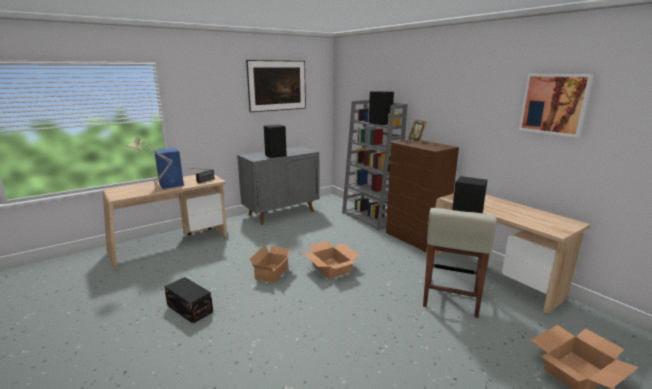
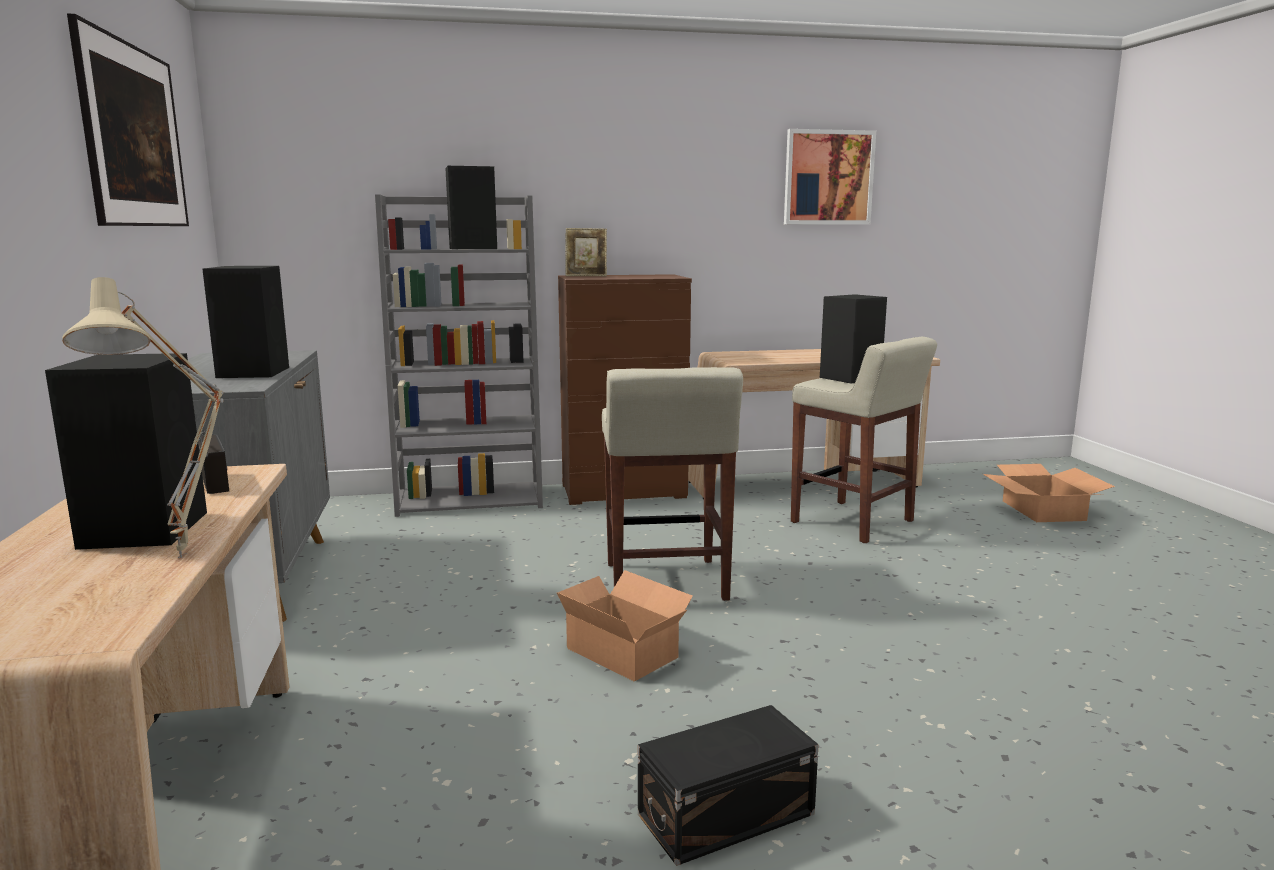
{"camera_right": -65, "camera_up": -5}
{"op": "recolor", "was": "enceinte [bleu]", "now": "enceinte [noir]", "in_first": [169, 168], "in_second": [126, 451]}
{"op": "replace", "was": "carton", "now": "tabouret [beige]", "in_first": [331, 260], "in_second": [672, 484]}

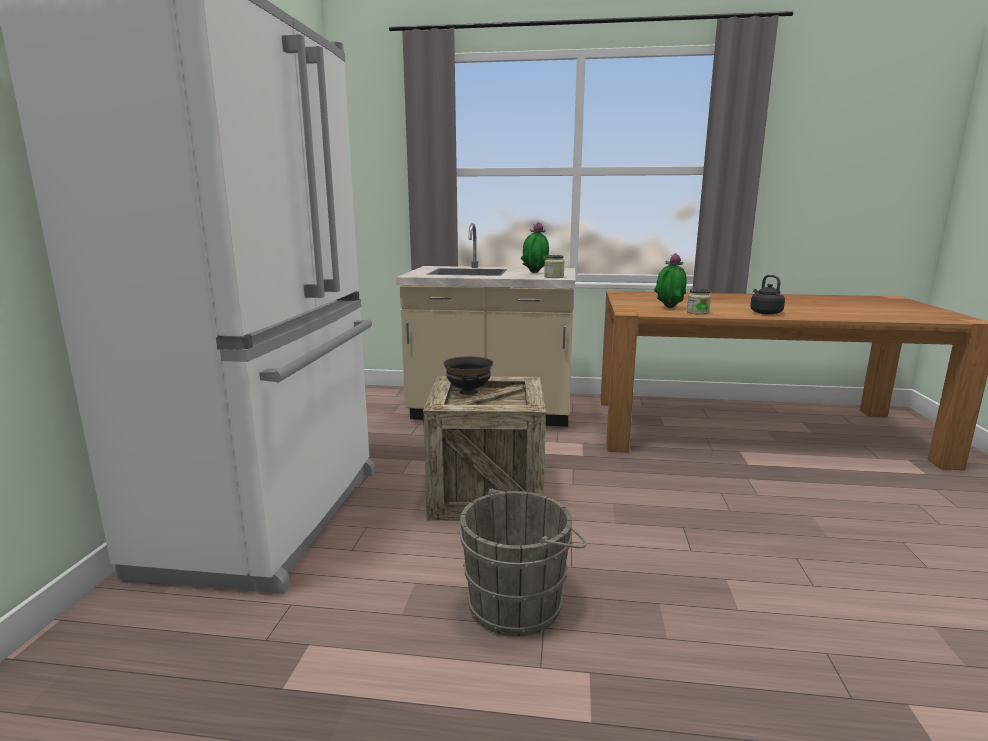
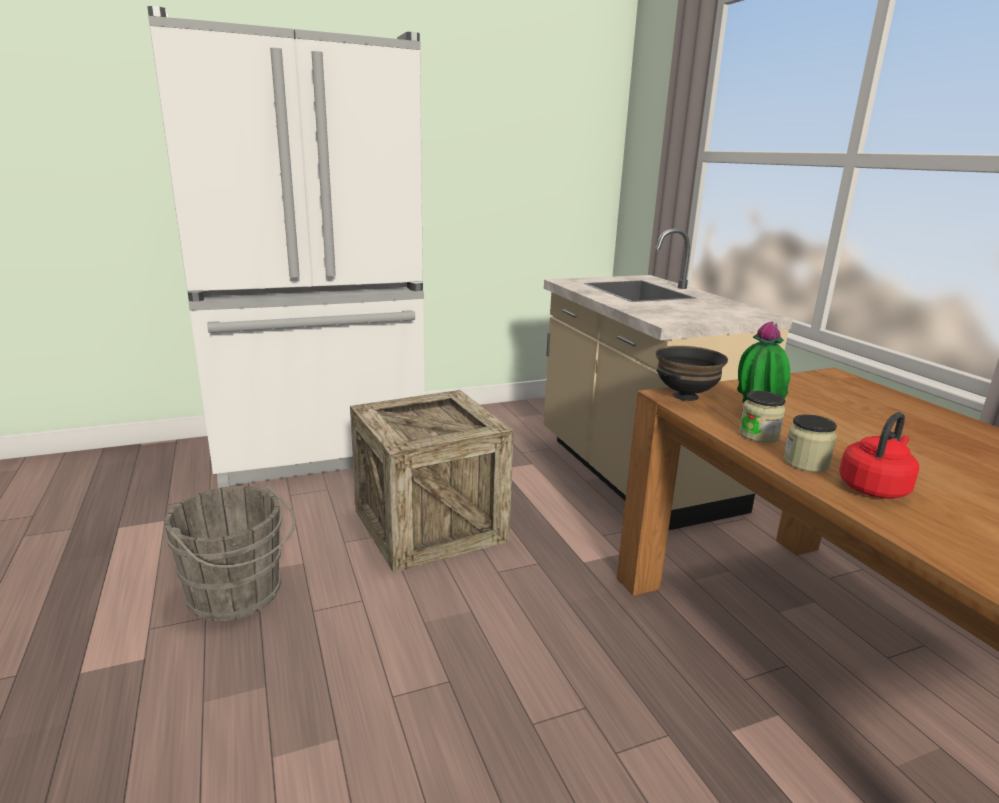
{"camera_right": 60, "camera_up": 5}
{"op": "delete", "was": "plante en pot", "in_first": [534, 247]}
{"op": "move", "was": "bocal", "in_first": [554, 266], "in_second": [810, 443]}
{"op": "recolor", "was": "bouilloire [noir]", "now": "bouilloire [rouge]", "in_first": [767, 295], "in_second": [879, 455]}
{"op": "move", "was": "bol [noir]", "in_first": [468, 375], "in_second": [692, 373]}

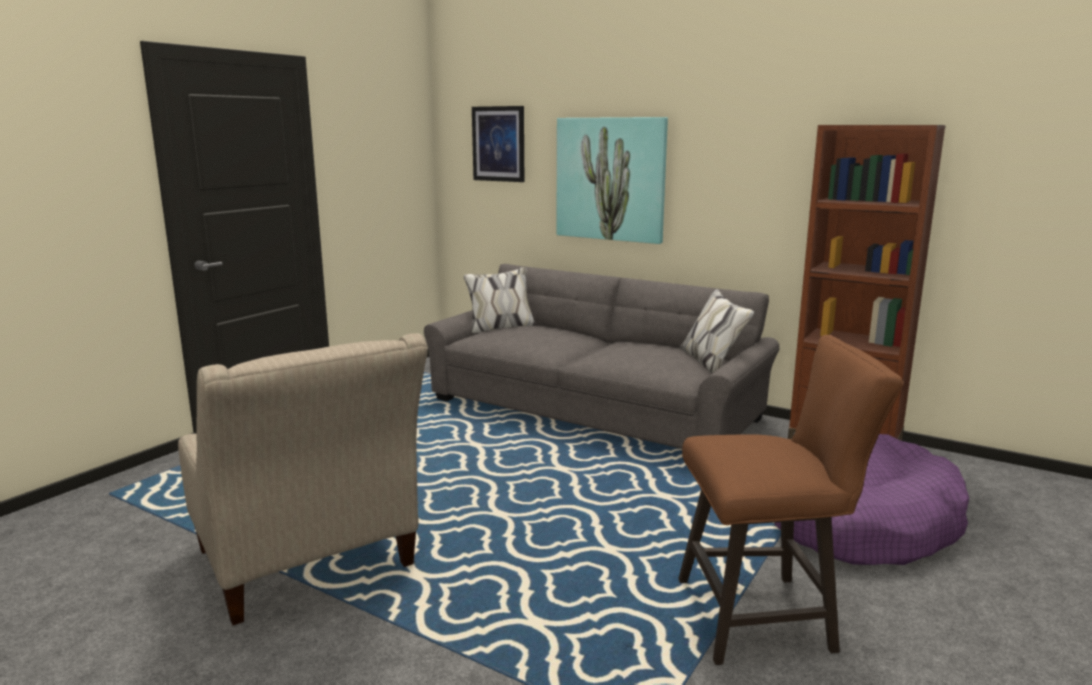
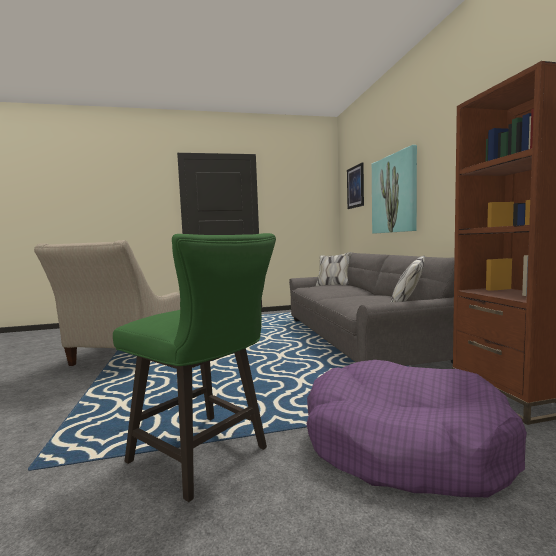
{"camera_right": 45, "camera_up": -10}
{"op": "recolor", "was": "tabouret [marron]", "now": "tabouret [vert]", "in_first": [791, 500], "in_second": [194, 367]}

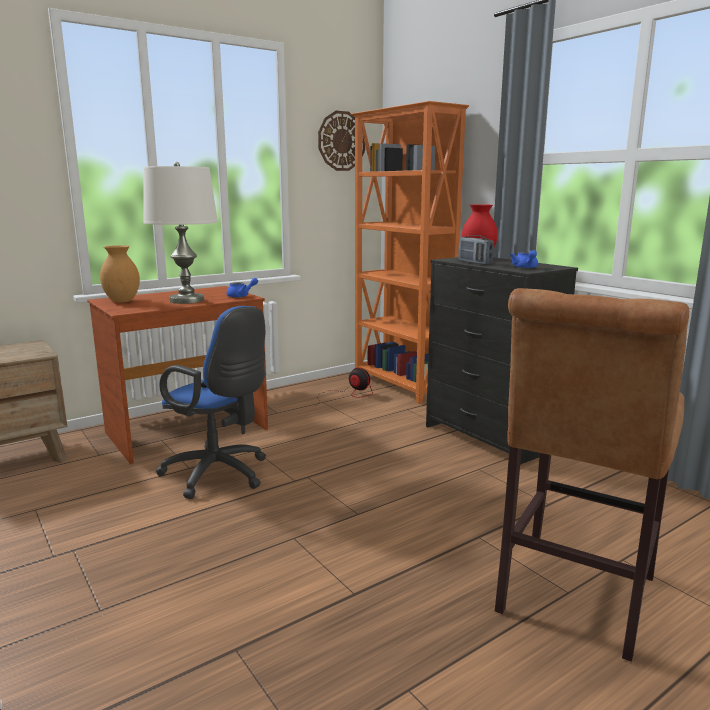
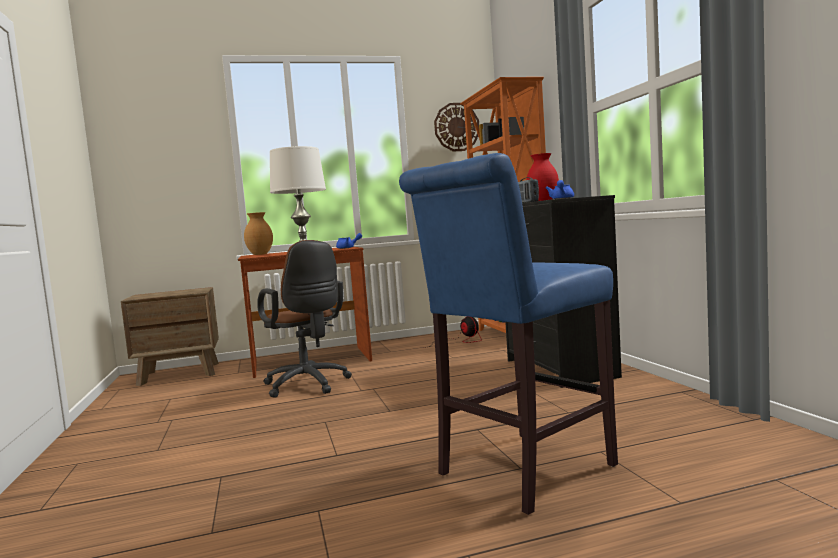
{"camera_right": 20, "camera_up": -10}
{"op": "recolor", "was": "tabouret [marron]", "now": "tabouret [bleu]", "in_first": [592, 475], "in_second": [508, 334]}
{"op": "recolor", "was": "chaise de bureau [bleu]", "now": "chaise de bureau [marron]", "in_first": [211, 402], "in_second": [304, 319]}

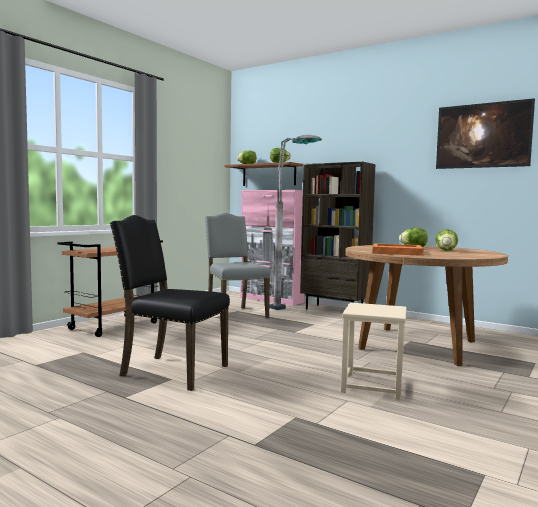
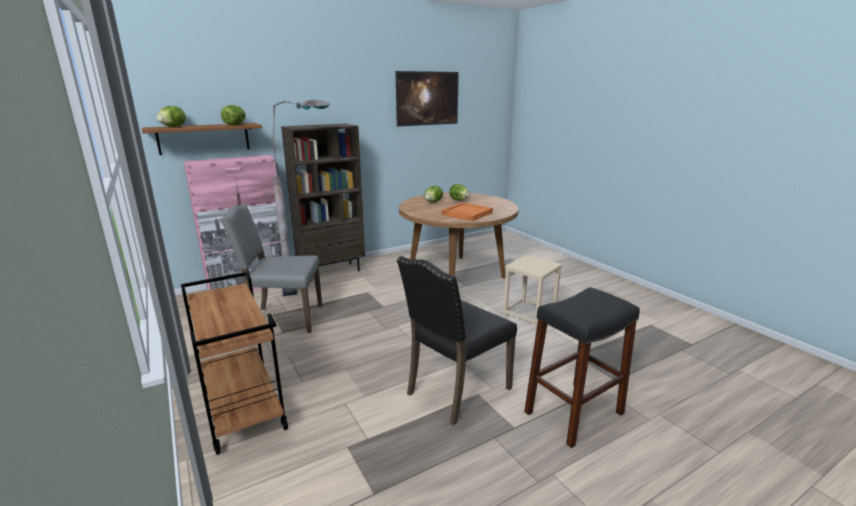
{"camera_right": -65, "camera_up": 15}
{"op": "insert", "now": "tabouret [noir]", "in_second": [582, 367]}

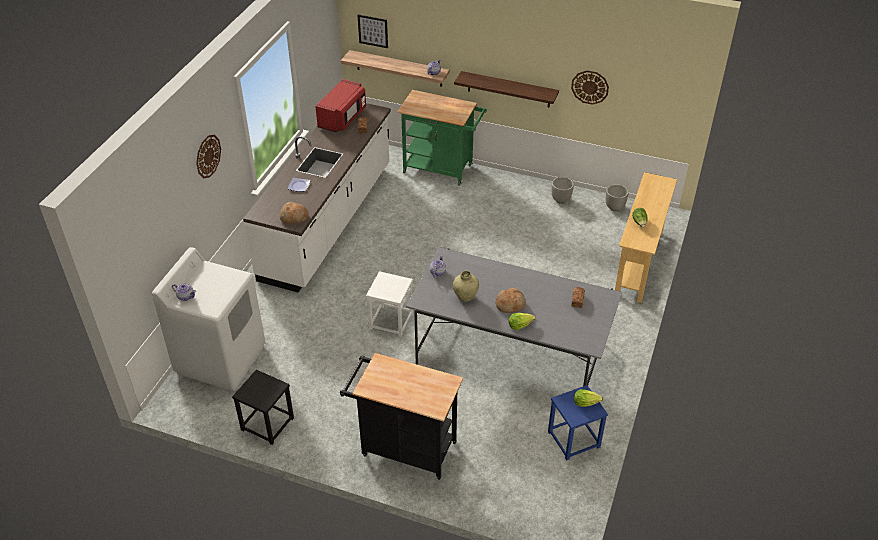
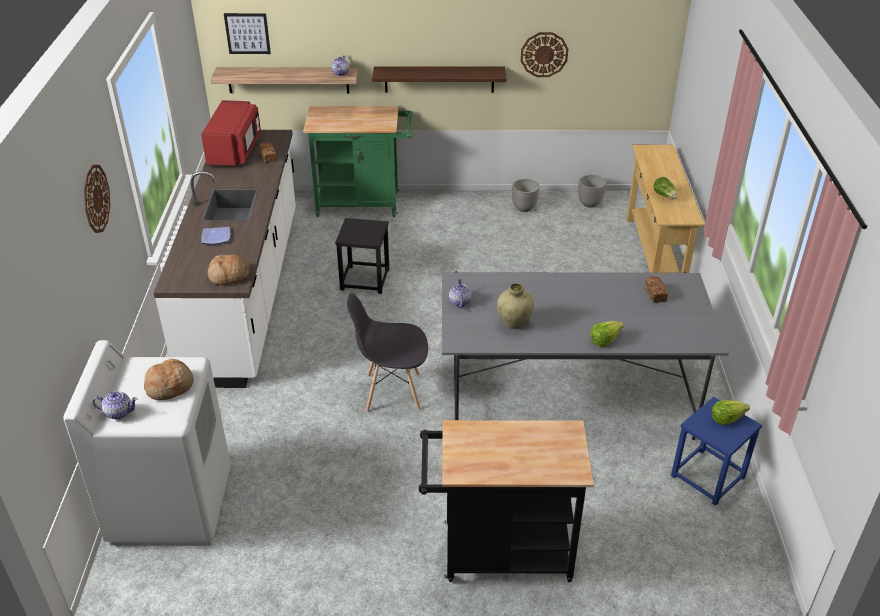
{"camera_right": -20, "camera_up": -5}
{"op": "replace", "was": "tabouret [blanc]", "now": "chaise [gris]", "in_first": [389, 304], "in_second": [387, 352]}
{"op": "move", "was": "pain", "in_first": [510, 300], "in_second": [169, 379]}
{"op": "move", "was": "tabouret [noir]", "in_first": [263, 407], "in_second": [362, 256]}

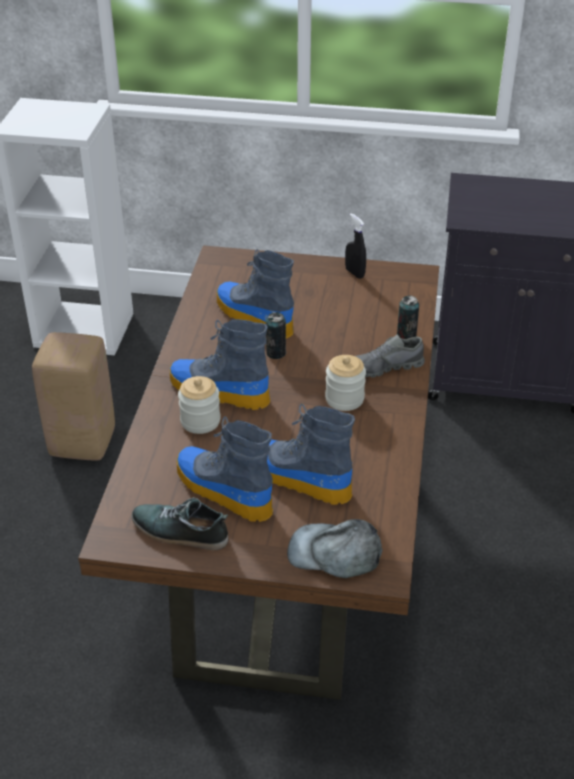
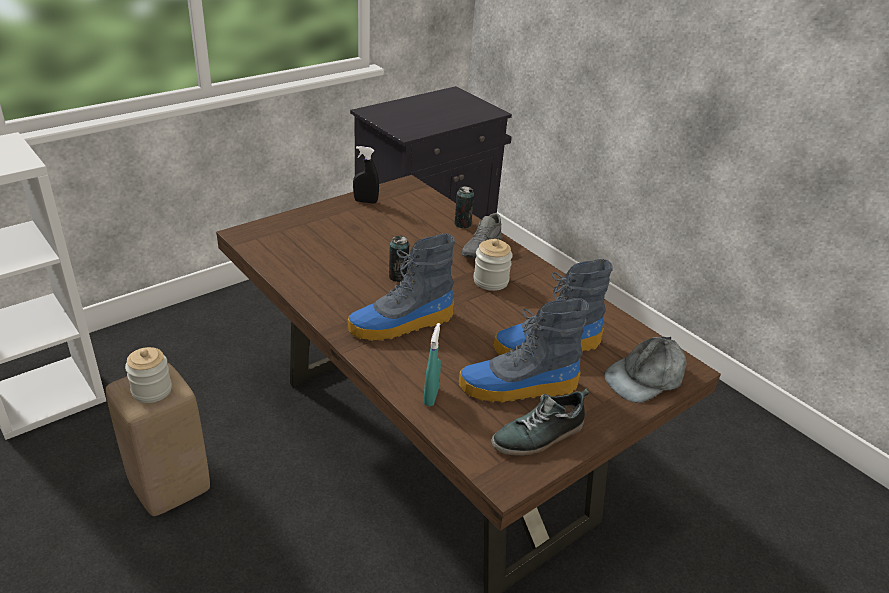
{"camera_right": -50, "camera_up": -5}
{"op": "delete", "was": "botte", "in_first": [255, 294]}
{"op": "move", "was": "bocal", "in_first": [199, 405], "in_second": [148, 375]}
{"op": "insert", "now": "vaporisateur [turquoise]", "in_second": [432, 364]}

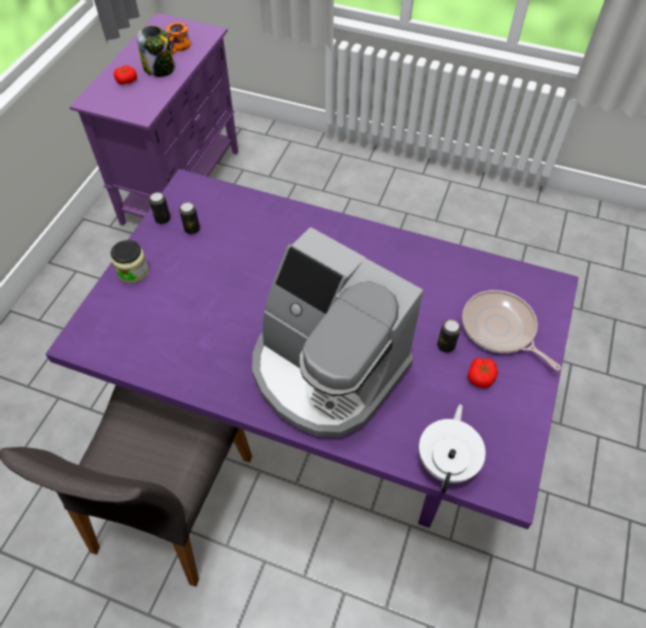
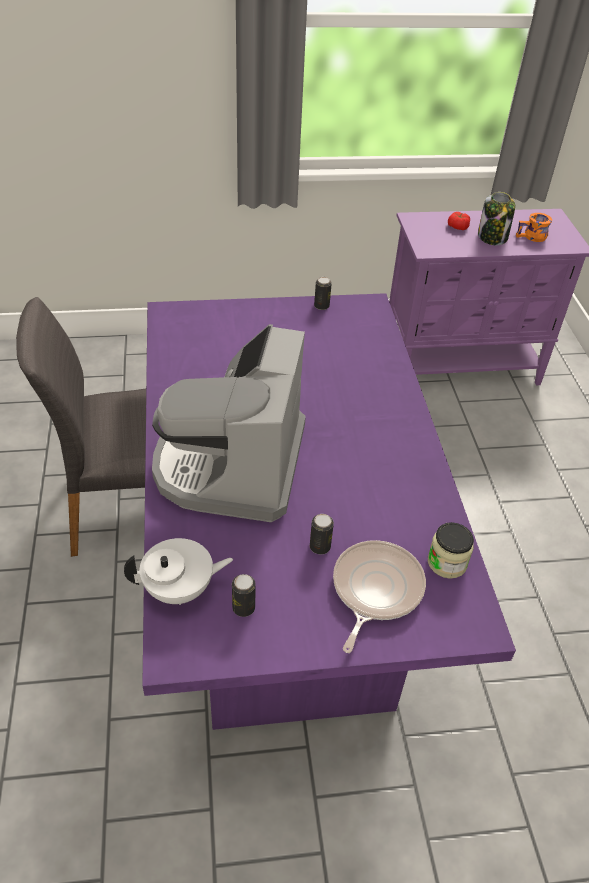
{"camera_right": 60, "camera_up": -10}
{"op": "move", "was": "boîte métallique", "in_first": [189, 218], "in_second": [244, 595]}
{"op": "move", "was": "bocal", "in_first": [129, 262], "in_second": [451, 550]}
{"op": "delete", "was": "tomate", "in_first": [483, 373]}

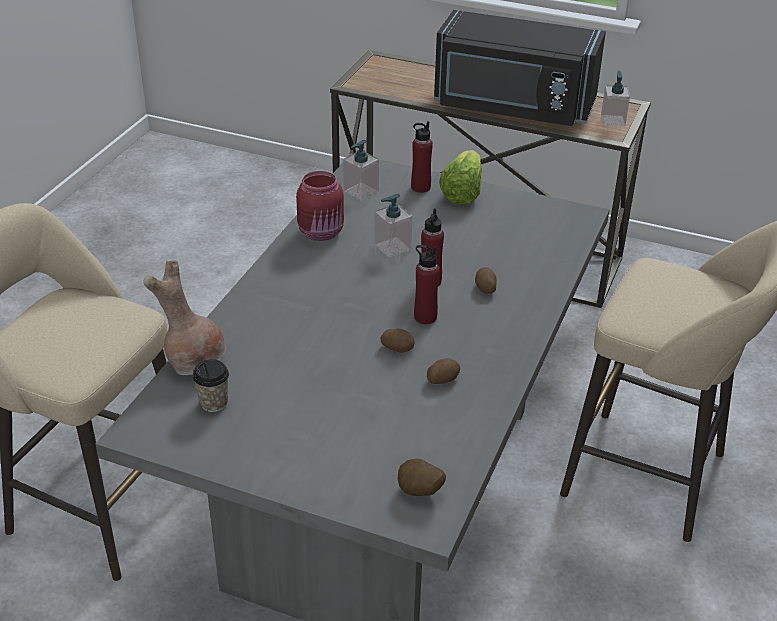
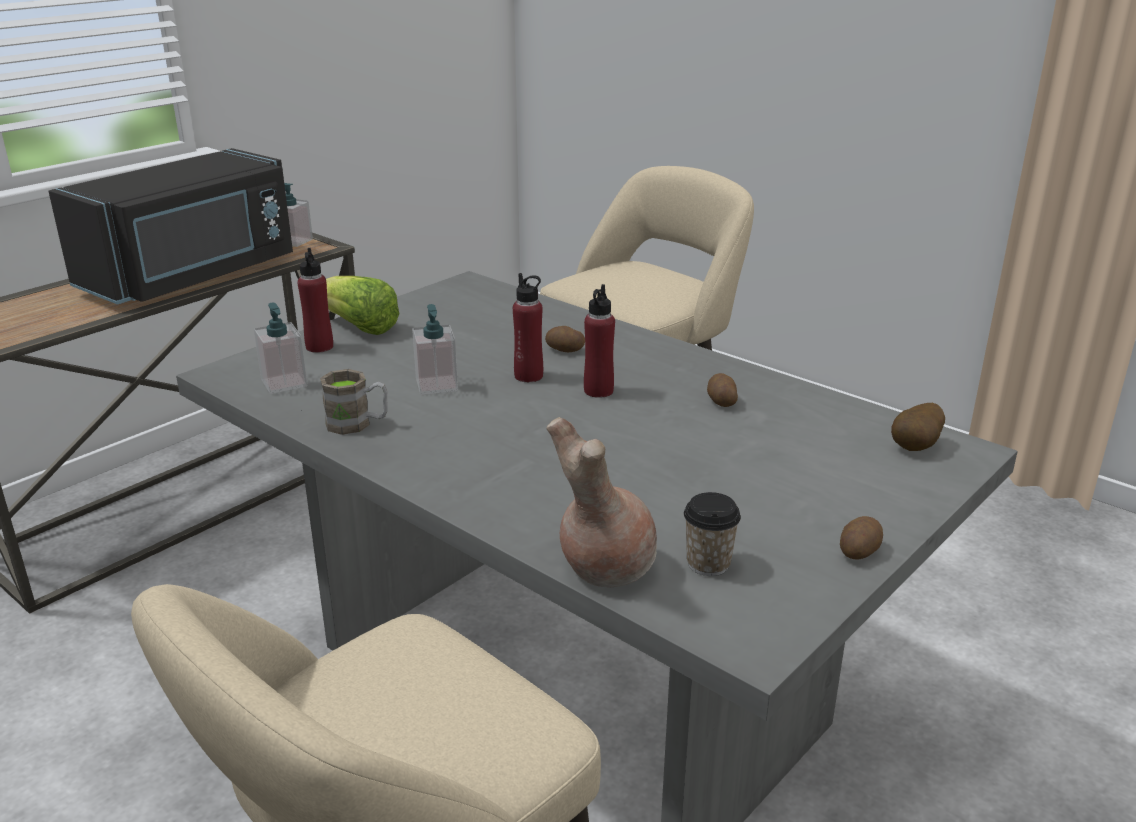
{"camera_right": -70, "camera_up": -10}
{"op": "replace", "was": "bocal [rouge]", "now": "mug [marron]", "in_first": [320, 206], "in_second": [354, 402]}
{"op": "move", "was": "pomme de terre", "in_first": [397, 341], "in_second": [861, 538]}

